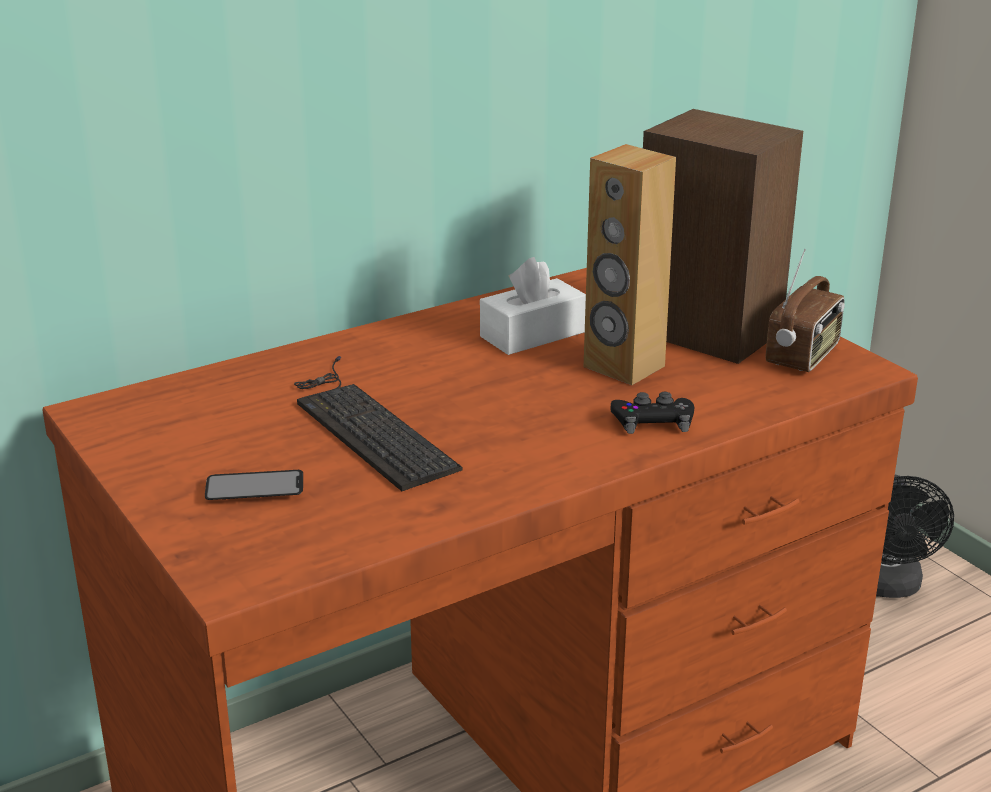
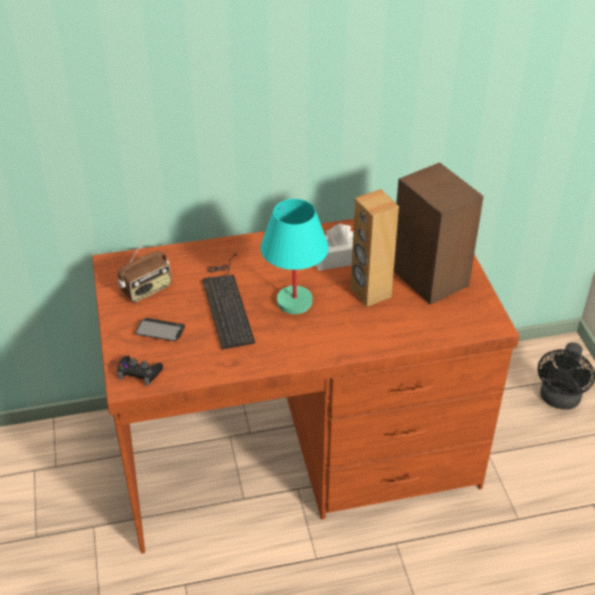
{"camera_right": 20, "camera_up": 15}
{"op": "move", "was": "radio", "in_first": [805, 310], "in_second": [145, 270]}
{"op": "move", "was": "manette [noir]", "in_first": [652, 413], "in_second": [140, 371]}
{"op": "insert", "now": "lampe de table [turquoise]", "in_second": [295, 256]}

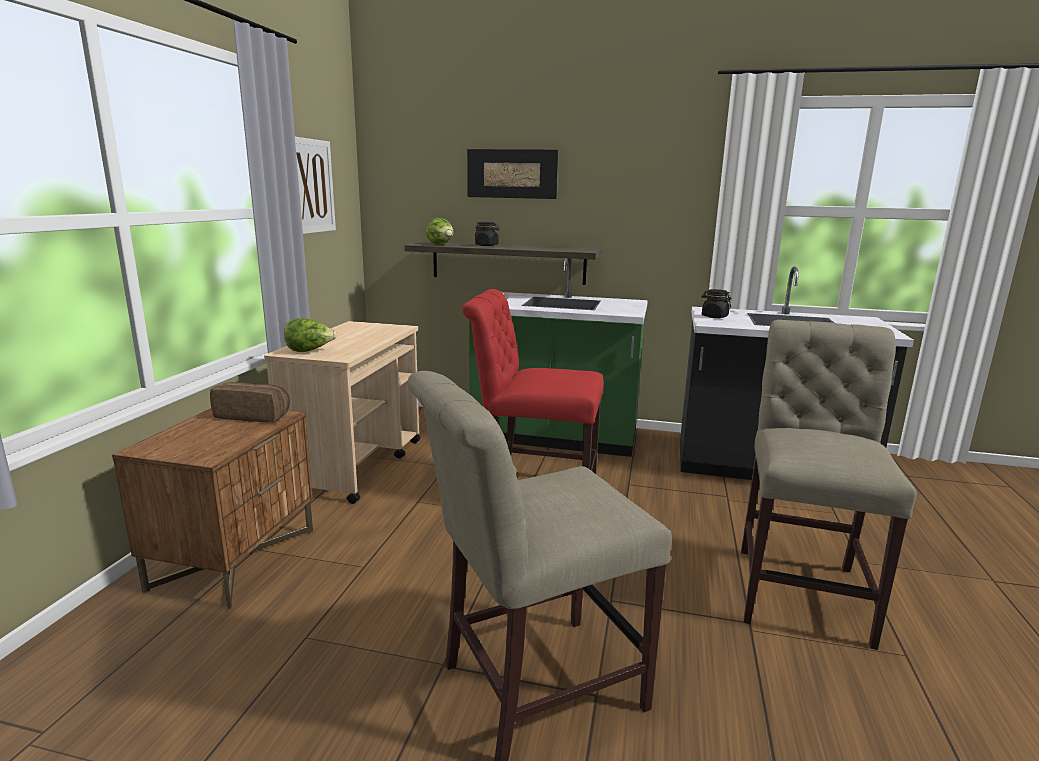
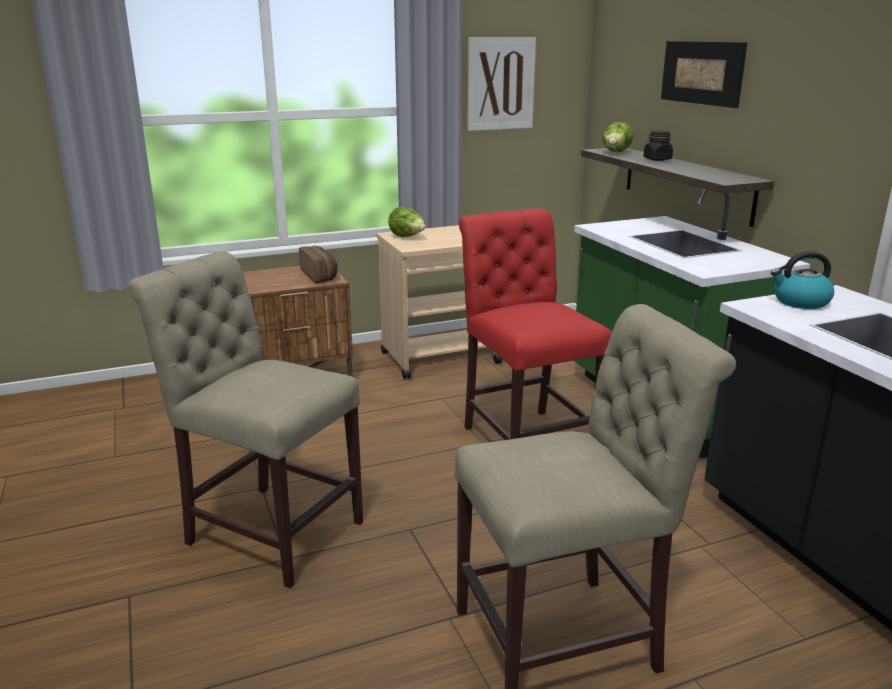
{"camera_right": 55, "camera_up": 5}
{"op": "replace", "was": "bocal [noir]", "now": "bouilloire", "in_first": [716, 303], "in_second": [802, 280]}

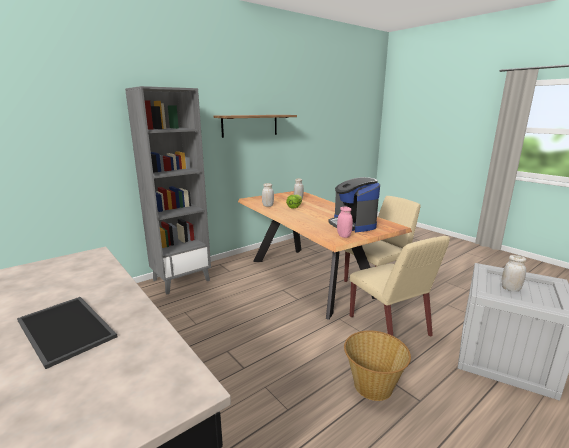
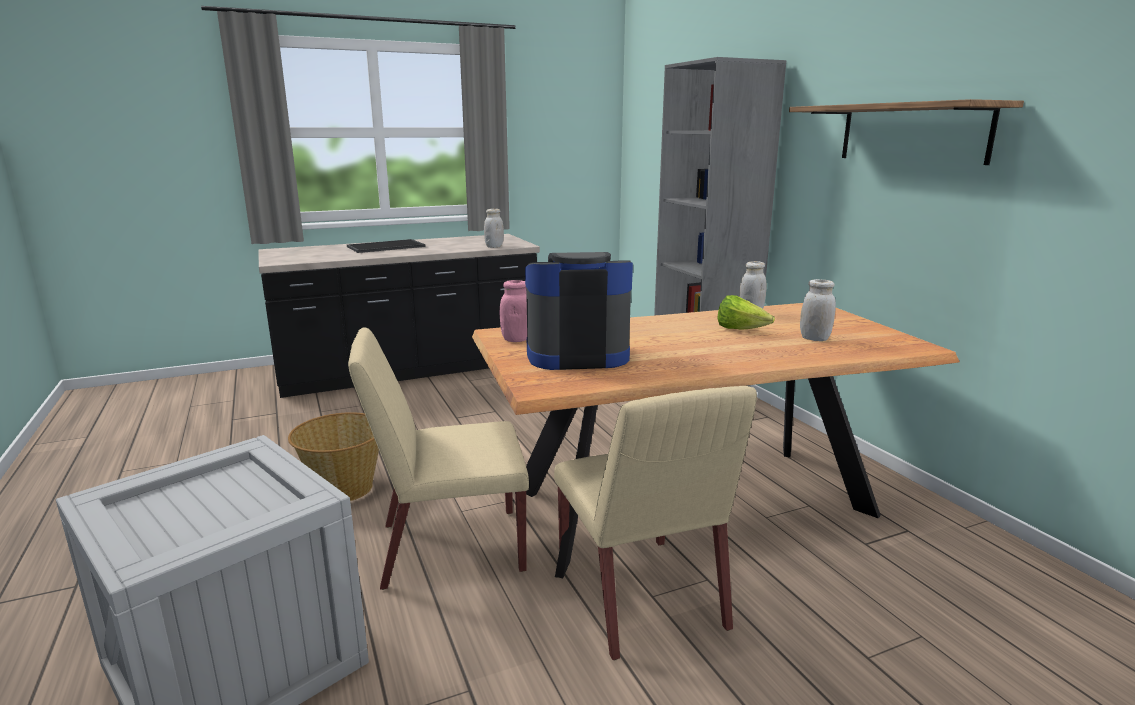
{"camera_right": 105, "camera_up": 0}
{"op": "move", "was": "bocal [blanc]", "in_first": [514, 273], "in_second": [494, 228]}

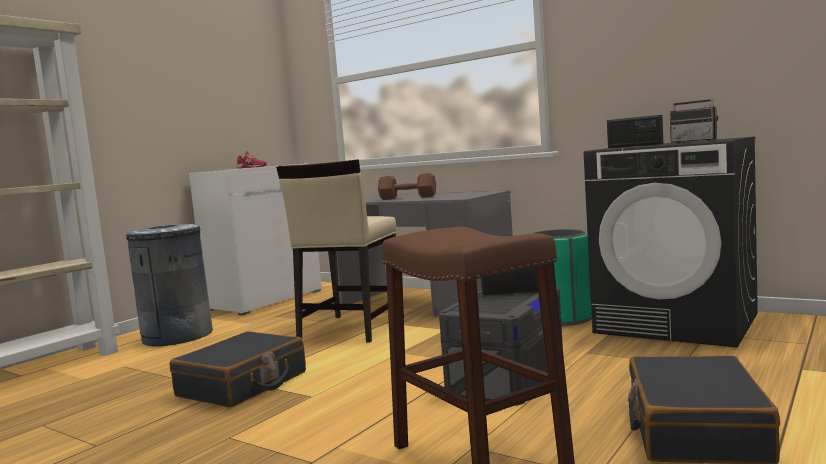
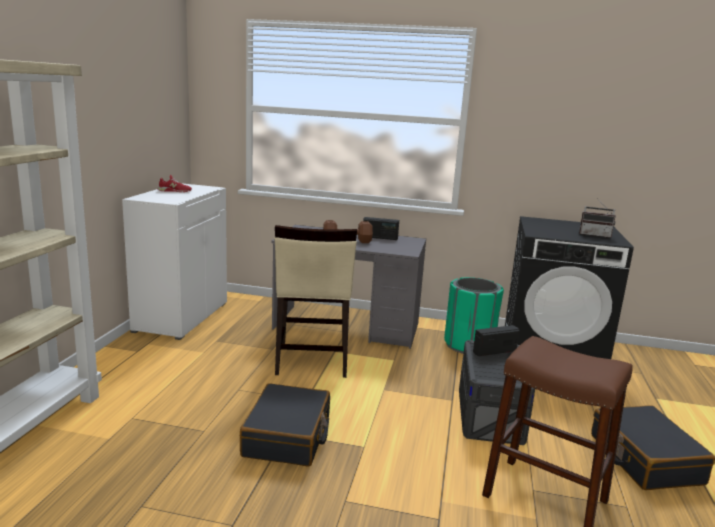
{"camera_right": -25, "camera_up": 10}
{"op": "move", "was": "radio", "in_first": [635, 131], "in_second": [381, 228]}
{"op": "delete", "was": "poubelle [gris]", "in_first": [169, 285]}

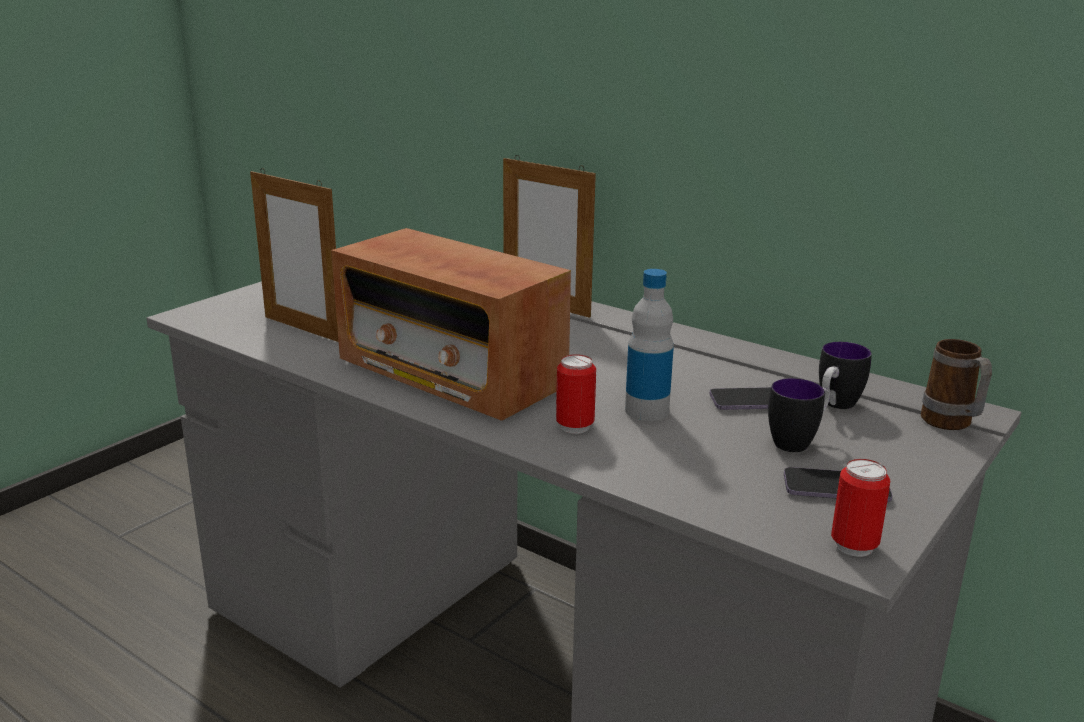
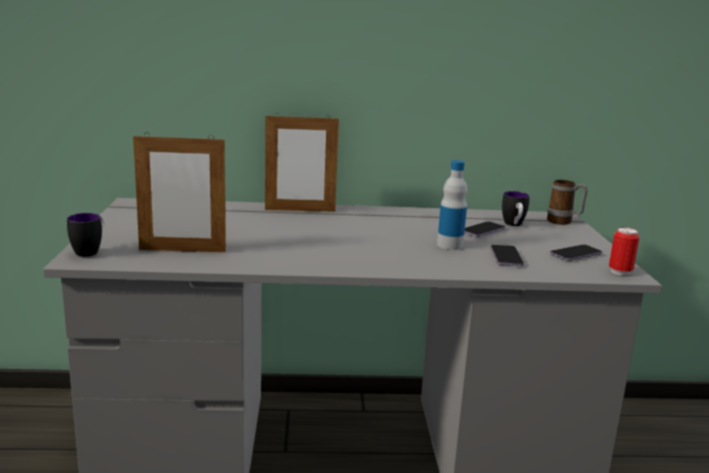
{"camera_right": -40, "camera_up": -5}
{"op": "delete", "was": "radio", "in_first": [451, 324]}
{"op": "delete", "was": "boîte métallique", "in_first": [576, 394]}
{"op": "move", "was": "mug", "in_first": [799, 415], "in_second": [85, 235]}
{"op": "insert", "now": "téléphone", "in_second": [507, 255]}

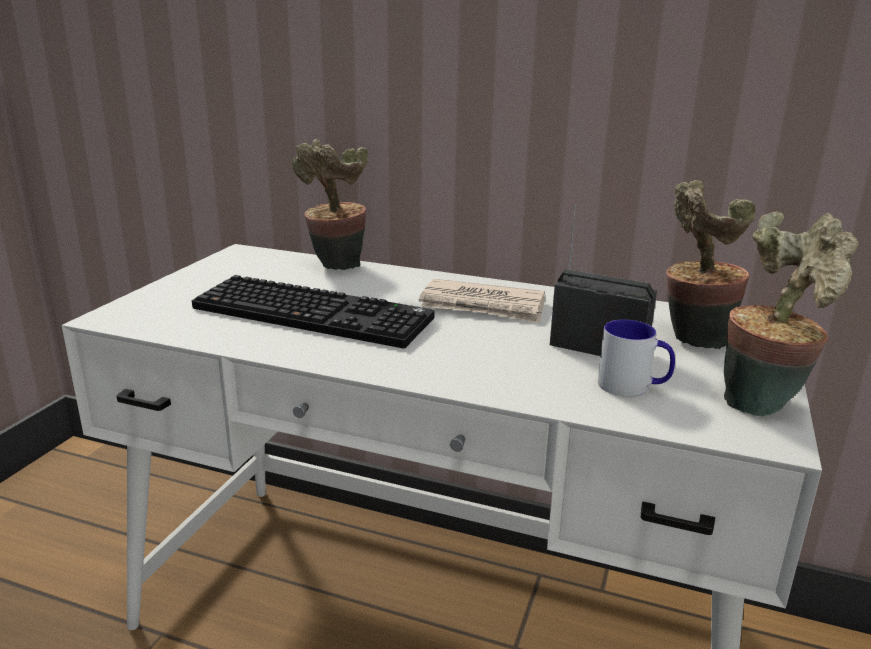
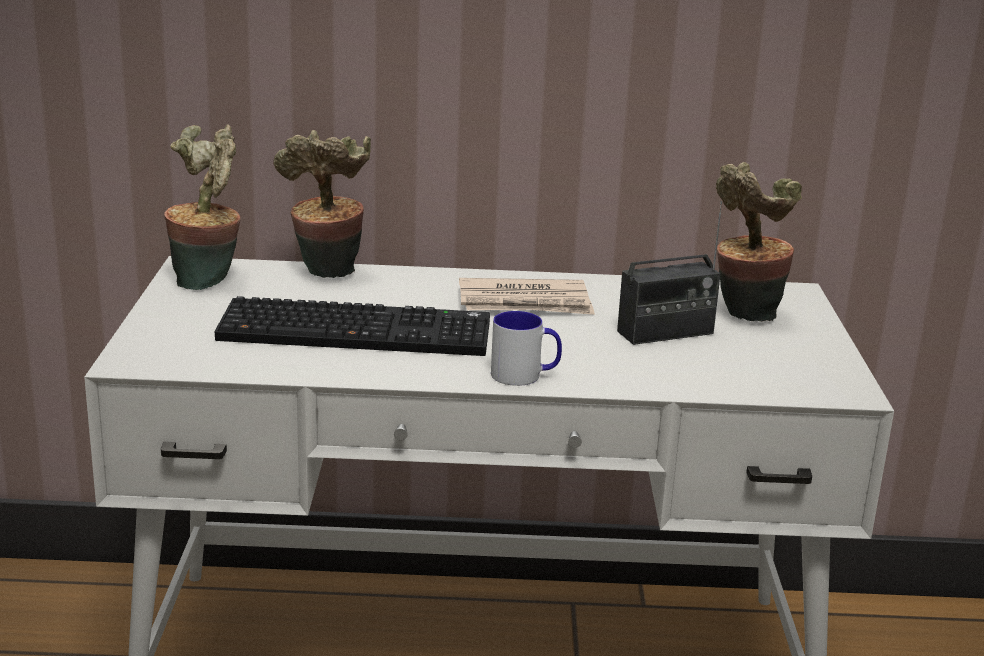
{"camera_right": -20, "camera_up": 0}
{"op": "rotate", "was": "radio", "in_first": [603, 280], "in_second": [669, 273], "clockwise": 150}
{"op": "move", "was": "plante en pot", "in_first": [791, 314], "in_second": [202, 207]}
{"op": "move", "was": "mug", "in_first": [636, 358], "in_second": [526, 348]}

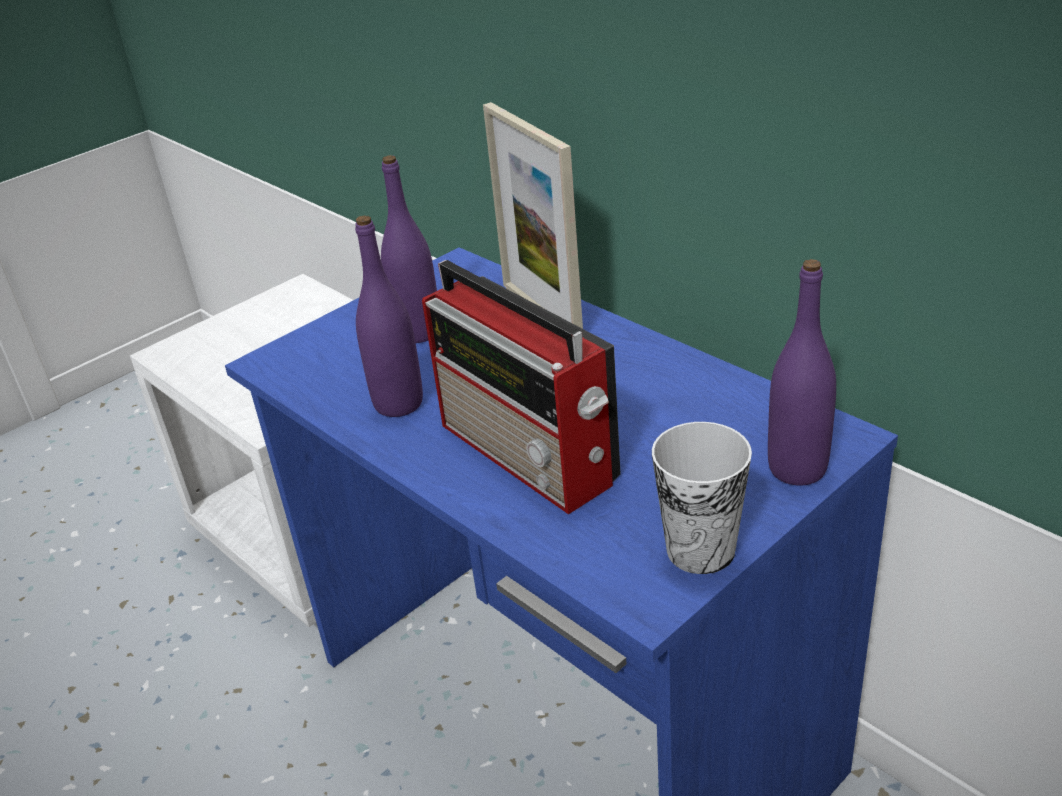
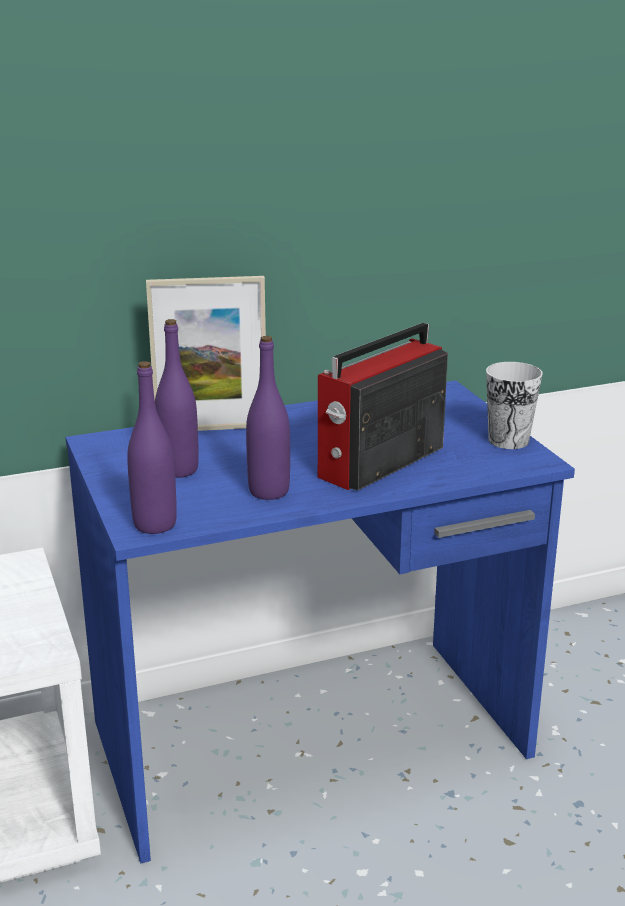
{"camera_right": -70, "camera_up": -10}
{"op": "move", "was": "bouteille [violet]", "in_first": [802, 372], "in_second": [152, 447]}
{"op": "rotate", "was": "radio", "in_first": [521, 387], "in_second": [383, 406], "clockwise": 150}

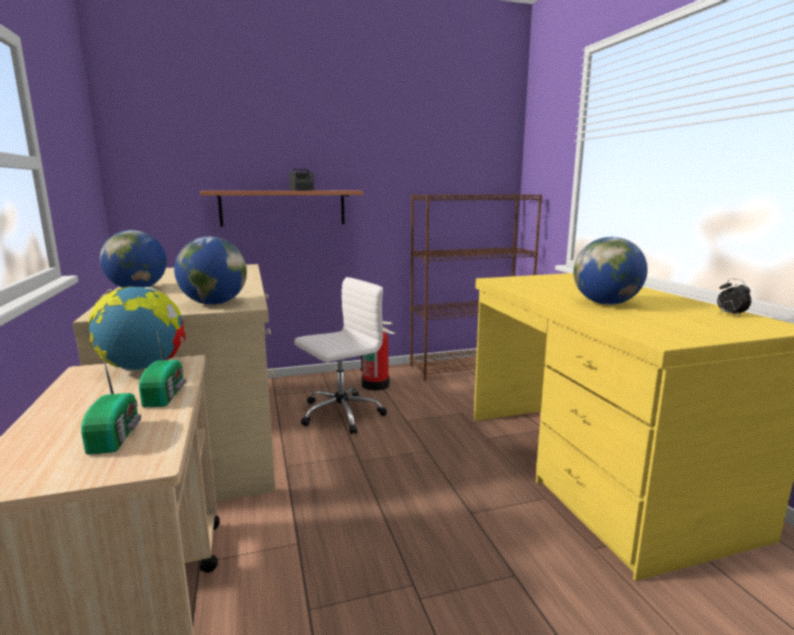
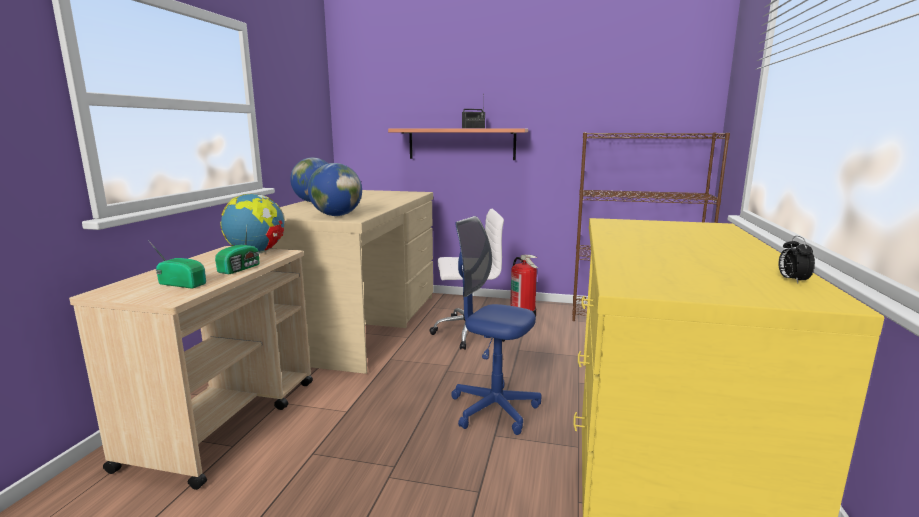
{"camera_right": 30, "camera_up": 0}
{"op": "delete", "was": "globe", "in_first": [611, 271]}
{"op": "rotate", "was": "radio", "in_first": [111, 407], "in_second": [177, 264], "clockwise": -90}
{"op": "insert", "now": "chaise de bureau [bleu]", "in_second": [496, 325]}

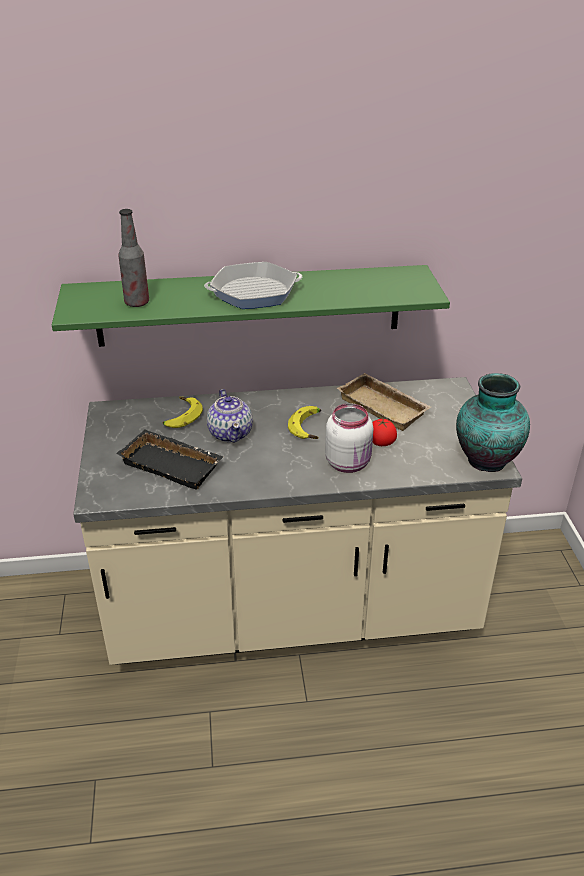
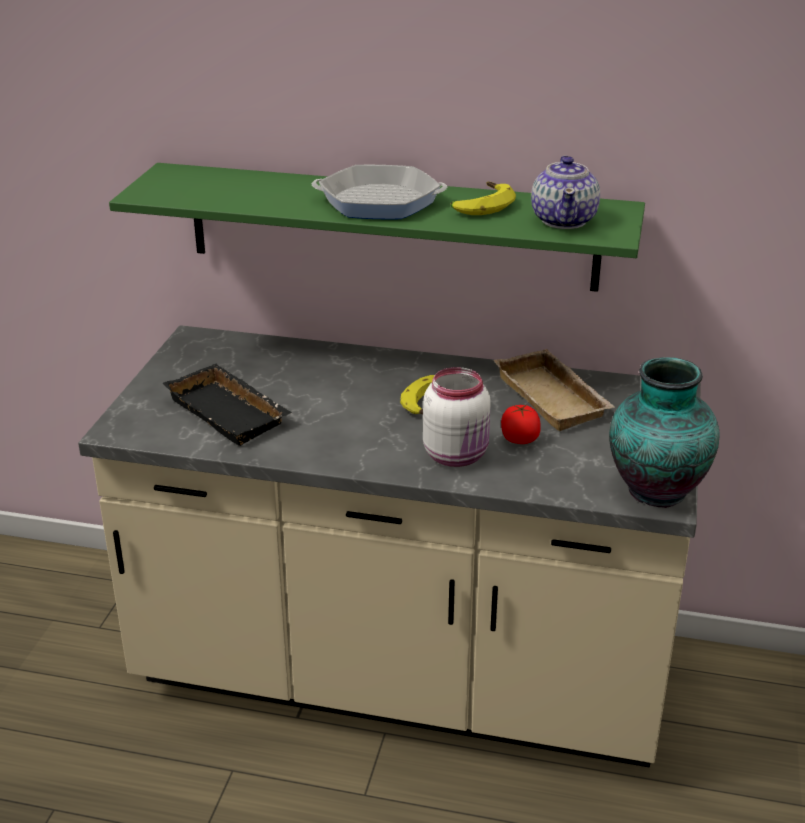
{"camera_right": 20, "camera_up": -5}
{"op": "delete", "was": "bouteille", "in_first": [133, 258]}
{"op": "move", "was": "théière", "in_first": [230, 416], "in_second": [565, 192]}
{"op": "move", "was": "banane", "in_first": [183, 412], "in_second": [483, 198]}

